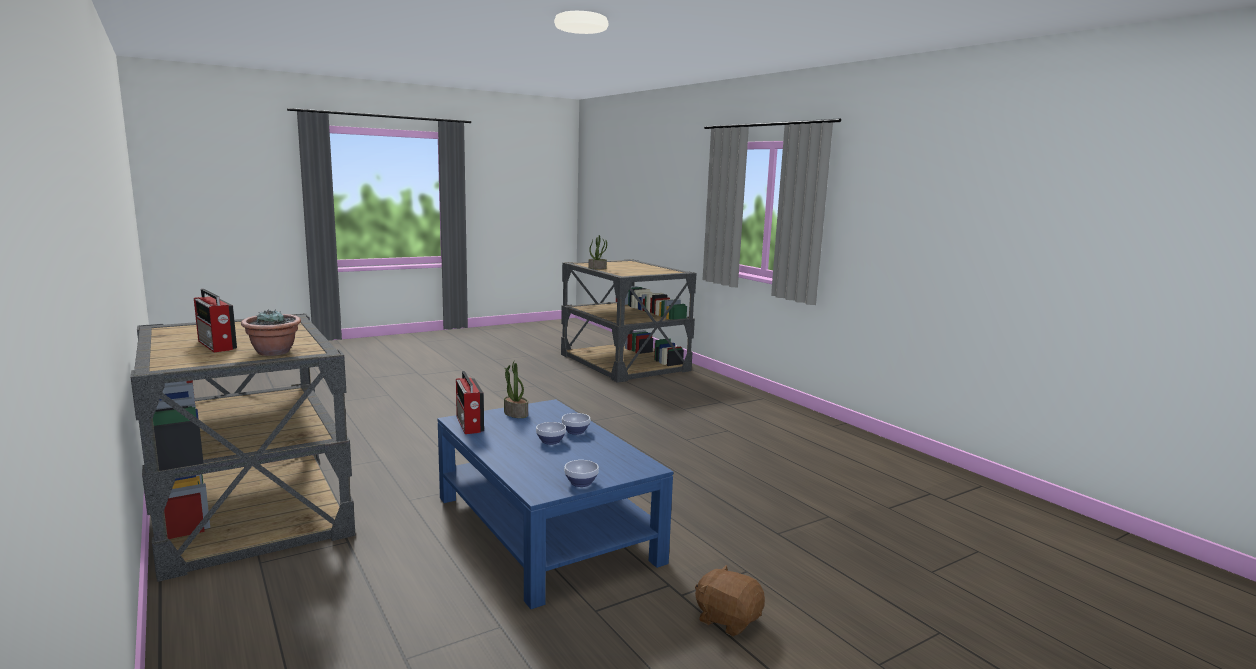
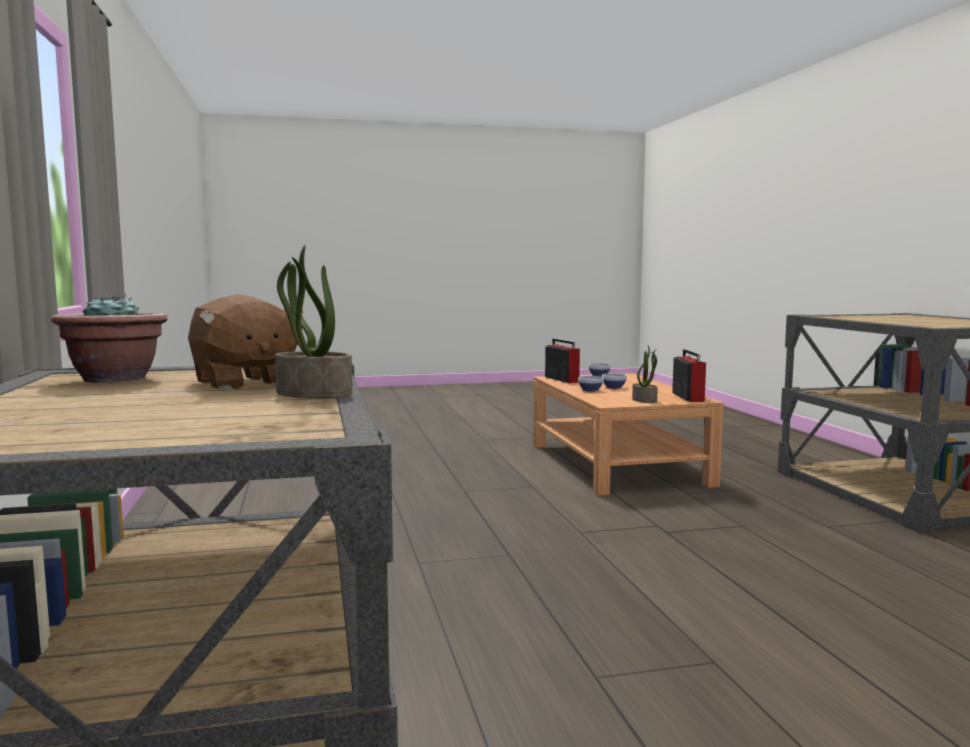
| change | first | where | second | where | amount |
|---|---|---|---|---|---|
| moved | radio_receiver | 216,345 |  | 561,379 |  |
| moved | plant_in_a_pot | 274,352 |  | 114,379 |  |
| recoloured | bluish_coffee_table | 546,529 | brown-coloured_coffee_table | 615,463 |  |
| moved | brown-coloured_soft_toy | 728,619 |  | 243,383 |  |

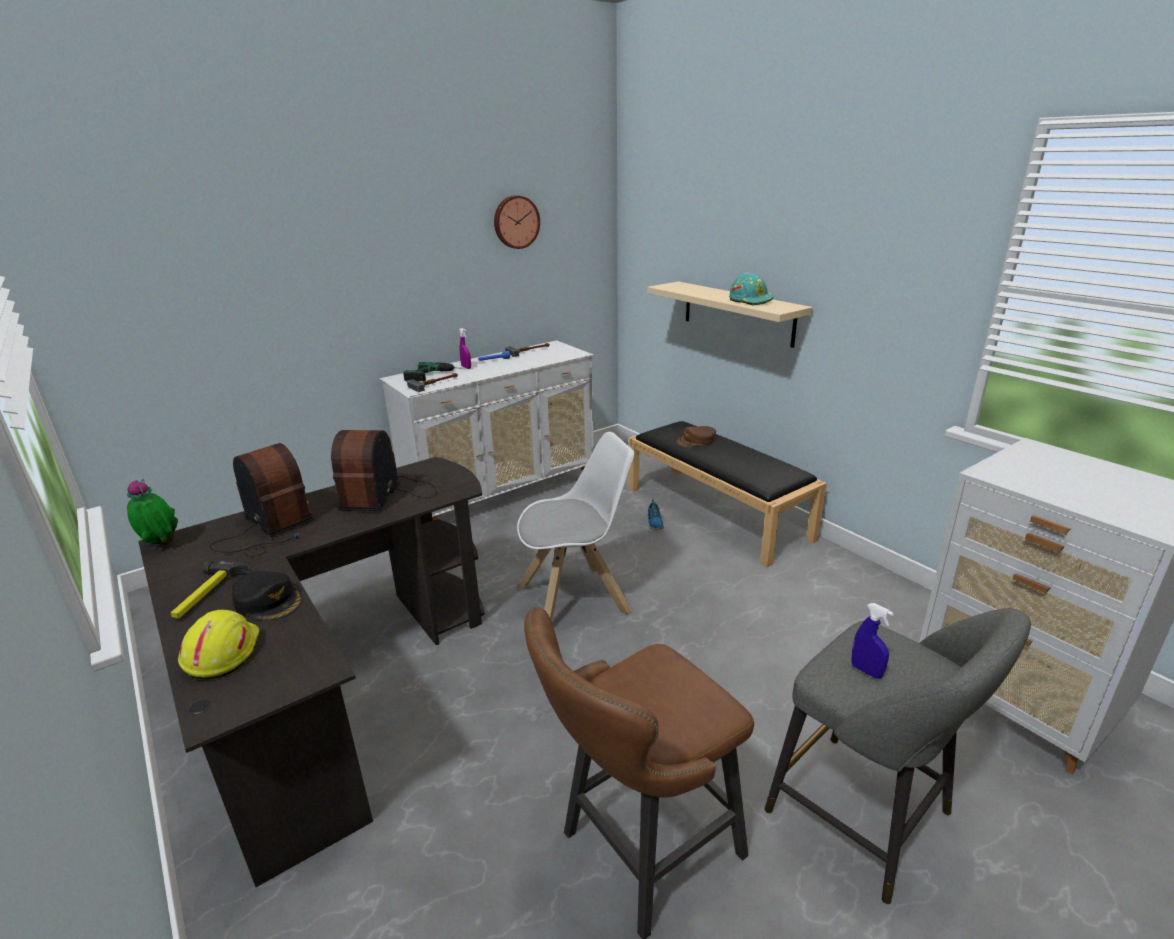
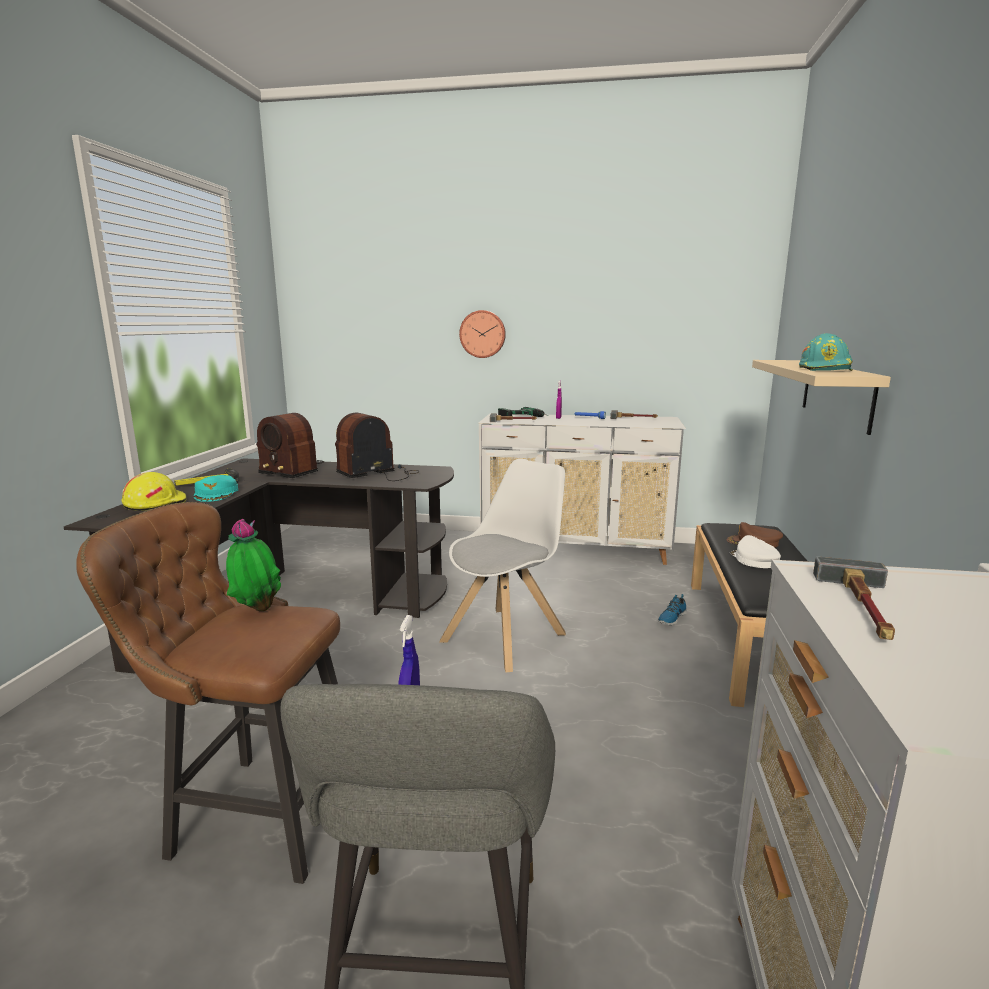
| change | first | where | second | where | amount |
|---|---|---|---|---|---|
| moved | plant_in_a_pot | 161,546 |  | 257,610 |  |
| turned | radio_receiver | 268,529 |  | 291,470 | 120 degrees clockwise |
| recoloured | black_baseball_cap | 268,601 | turquoise_baseball_cap | 216,494 |  |
| moved | clock_on_the_wall | 516,222 |  | 482,334 |  |
| turned | plain_chair | 576,599 |  | 506,636 | 75 degrees counterclockwise |
| added |  |  | white_baseball_cap | 754,559 |  |
| added |  |  | hammer | 863,608 |  |

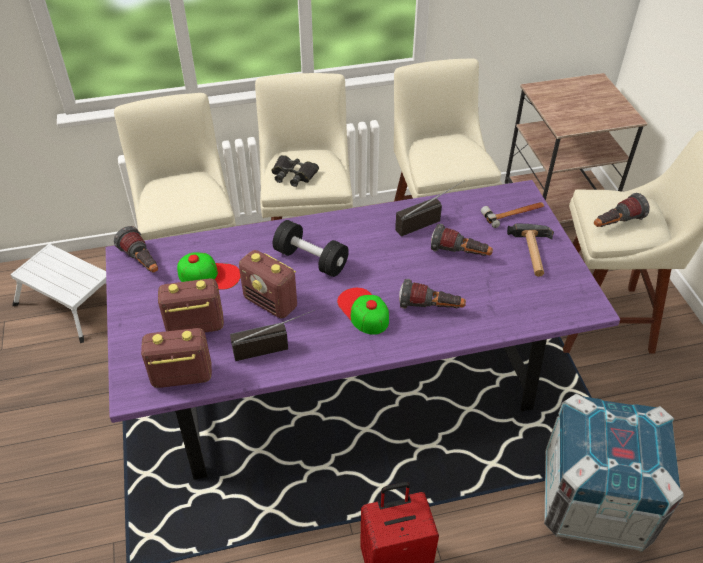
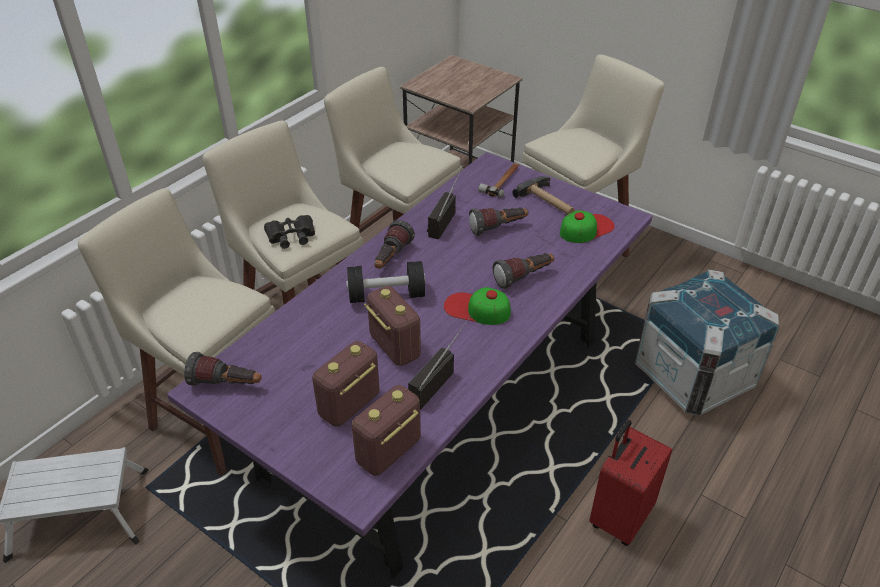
| change | first | where | second | where | amount |
|---|---|---|---|---|---|
| moved | baseball_cap | 209,275 |  | 586,228 |  |
| turned | radio_receiver | 271,303 |  | 394,347 | 120 degrees counterclockwise |
| moved | flashlight | 615,224 |  | 391,258 |  |

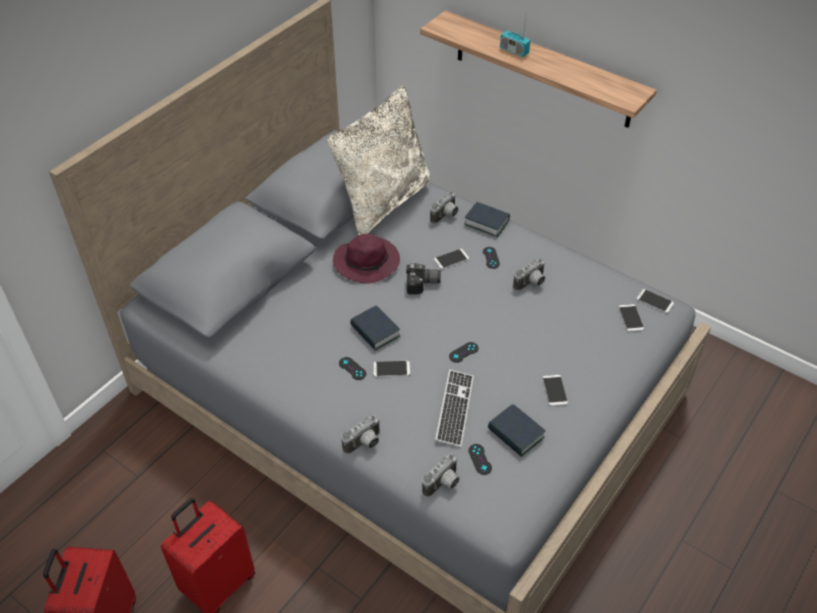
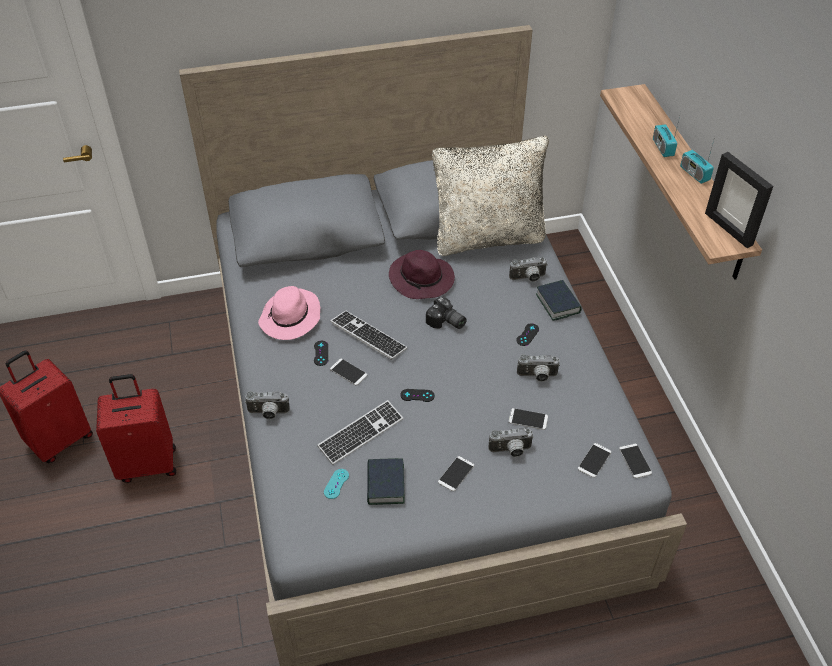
| change | first | where | second | where | amount |
|---|---|---|---|---|---|
| replaced | bound_book | 375,331 | PC_keyboard | 368,336 |  |
| moved | still_camera | 443,485 |  | 510,451 |  |
| moved | telephone | 451,259 |  | 528,419 |  |
| recoloured | black_gamepad | 480,459 | turquoise_gamepad | 336,484 |  |
| added |  |  | pink-coloured_hat | 290,318 |  |
| added |  |  | radio_receiver | 694,174 |  |
| added |  |  | photo_frame | 729,228 |  |

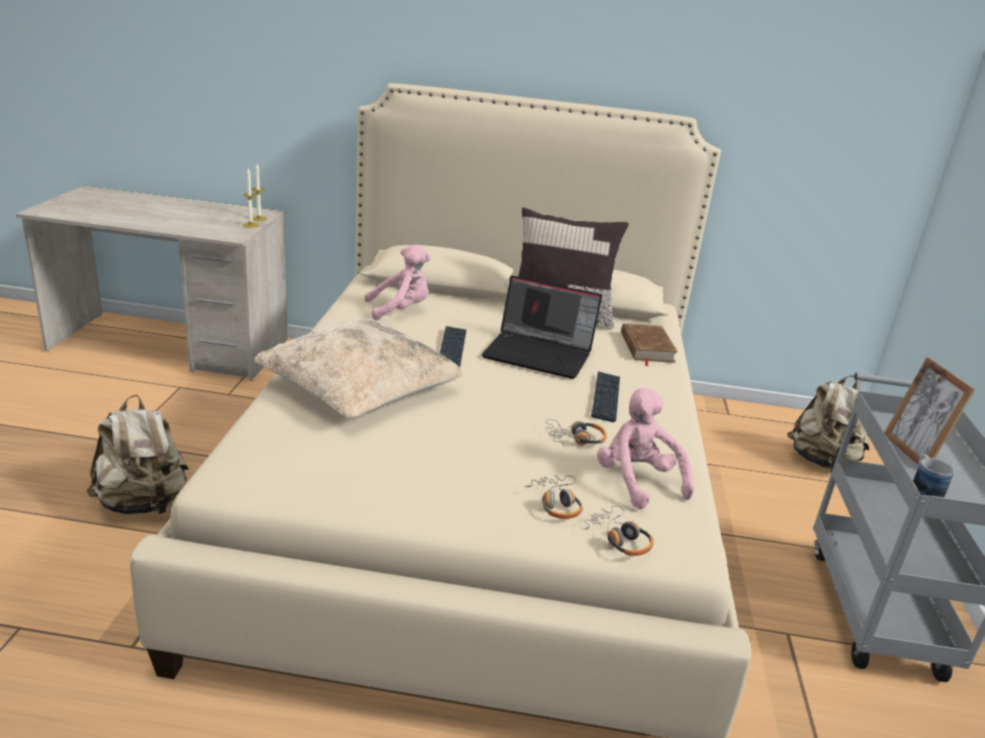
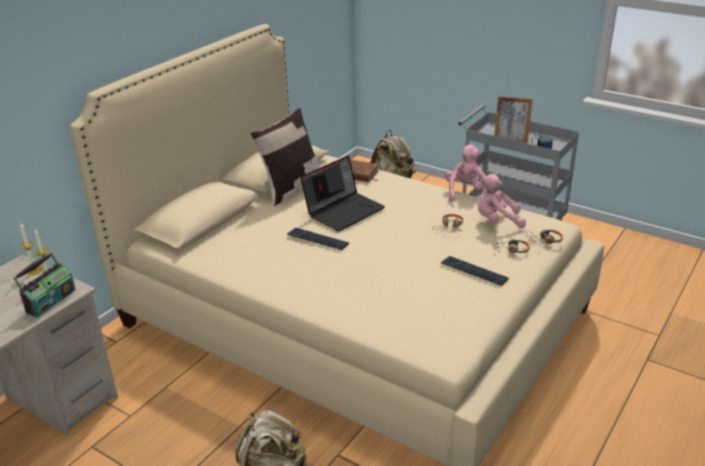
| change | first | where | second | where | amount |
|---|---|---|---|---|---|
| removed | beige-coloured_throw_pillow | 359,387 |  |  |  |
| moved | pink-coloured_soft_toy | 400,310 |  | 466,193 |  |
| moved | PC_keyboard | 605,397 |  | 474,271 |  |
| added |  |  | radio_receiver | 50,301 |  |

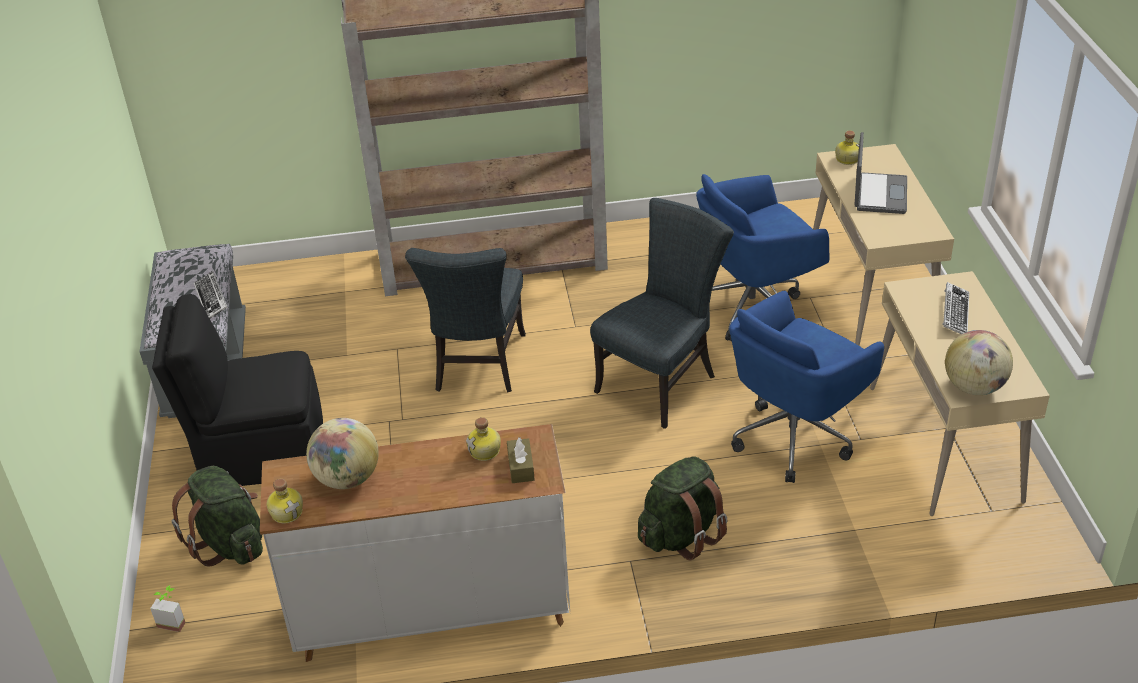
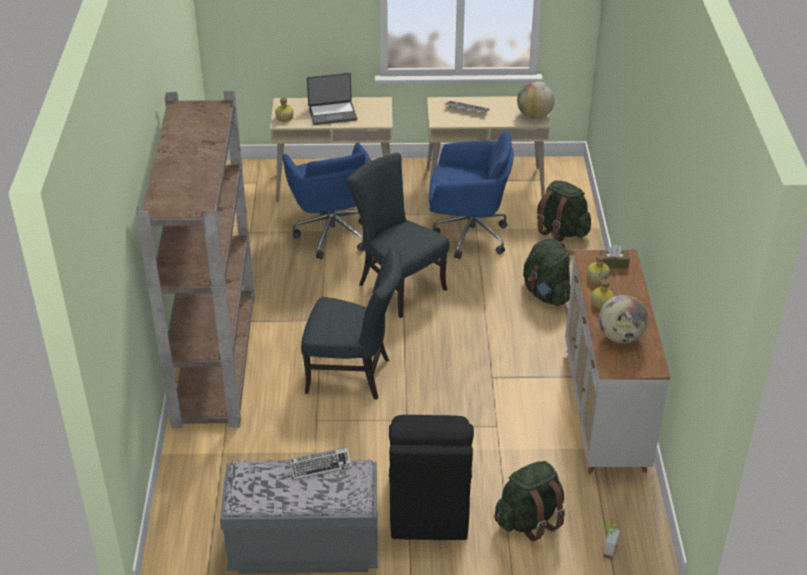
| change | first | where | second | where | amount |
|---|---|---|---|---|---|
| moved | bottle | 287,512 |  | 601,303 |  |
| turned | bluish_desk_chair | 795,437 |  | 467,237 | 45 degrees counterclockwise |
| turned | portable_computer | 879,194 |  | 332,113 | 150 degrees clockwise |
| added |  |  | green_knapsack | 561,230 |  |

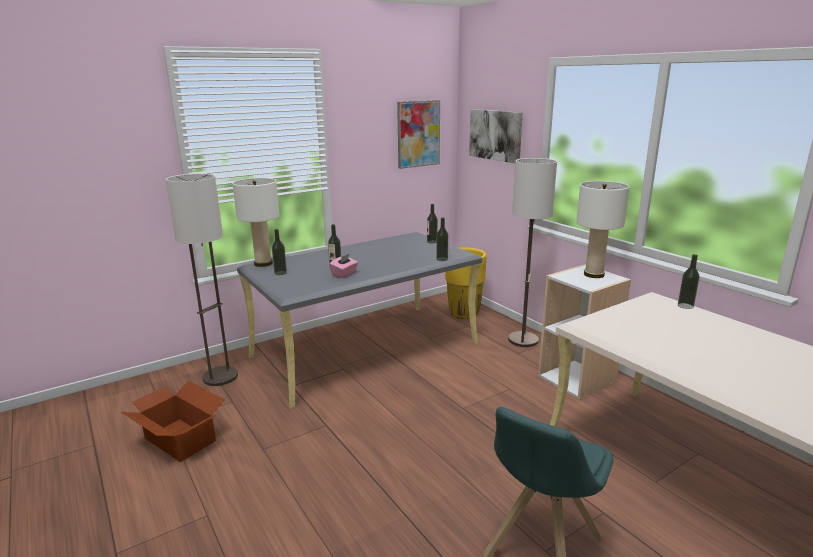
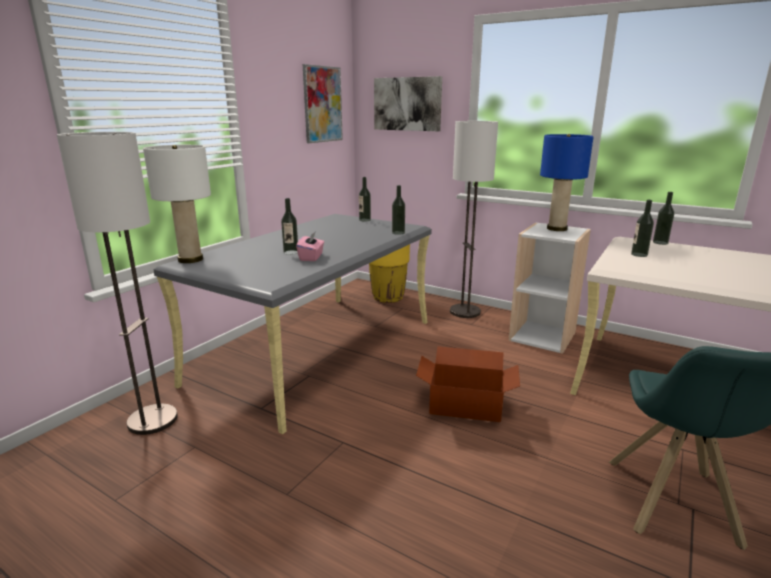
| change | first | where | second | where | amount |
|---|---|---|---|---|---|
| moved | carton | 180,439 |  | 465,405 |  |
| moved | bottle | 280,273 |  | 639,254 |  |
| recoloured | white_tabletop_lamp | 593,275 | bluish_tabletop_lamp | 556,229 |  |

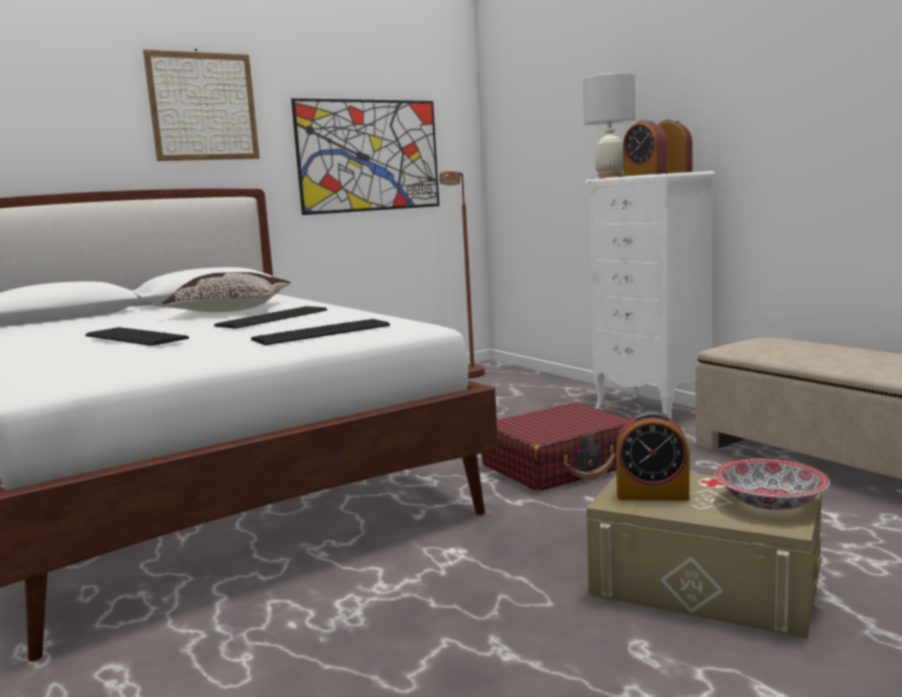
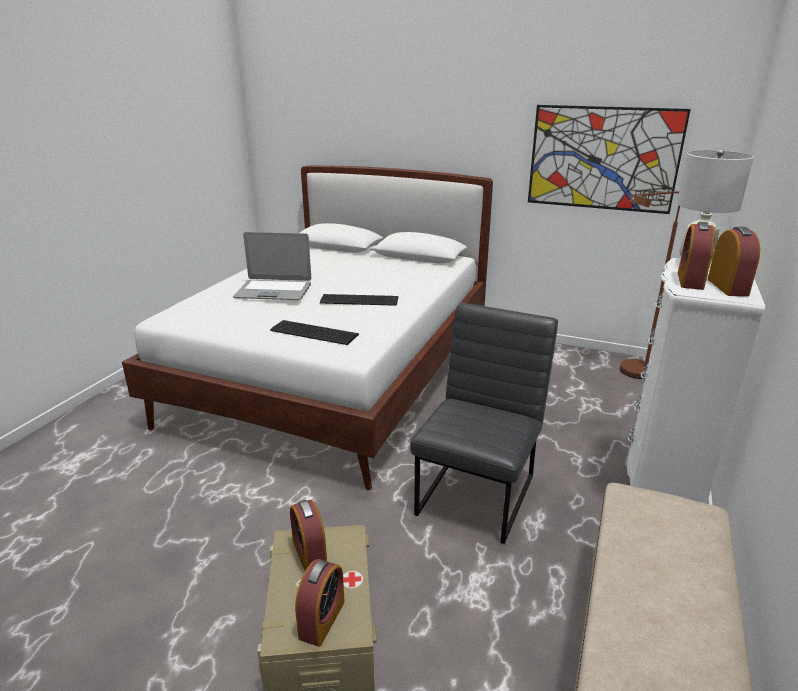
| change | first | where | second | where | amount |
|---|---|---|---|---|---|
| replaced | PC_keyboard | 136,336 | portable_computer | 274,291 |  |
| removed | picture | 203,105 |  |  |  |
| removed | throw_pillow | 232,310 |  |  |  |
| replaced | red_piece_of_luggage | 559,465 | grey_plain_chair | 478,492 |  |
| replaced | bowl | 769,503 | alarm_clock | 322,619 |  |

